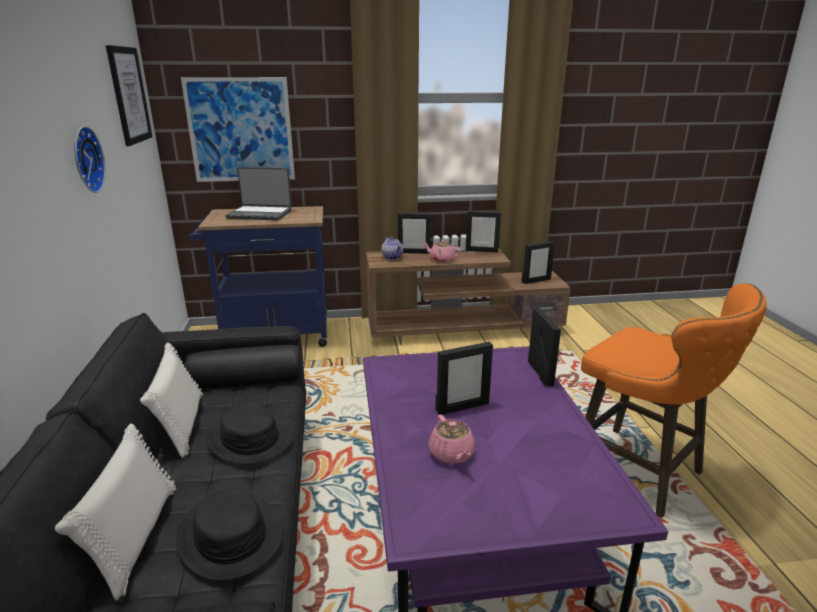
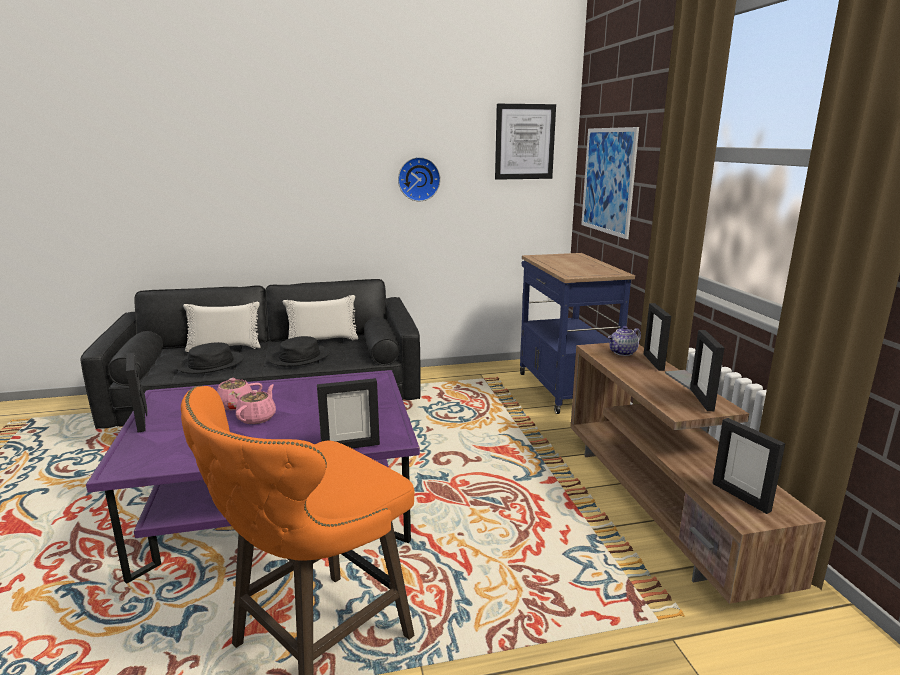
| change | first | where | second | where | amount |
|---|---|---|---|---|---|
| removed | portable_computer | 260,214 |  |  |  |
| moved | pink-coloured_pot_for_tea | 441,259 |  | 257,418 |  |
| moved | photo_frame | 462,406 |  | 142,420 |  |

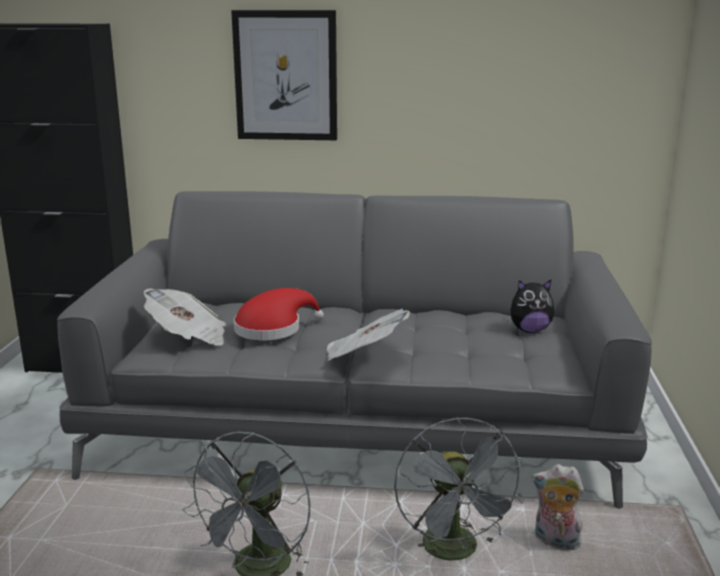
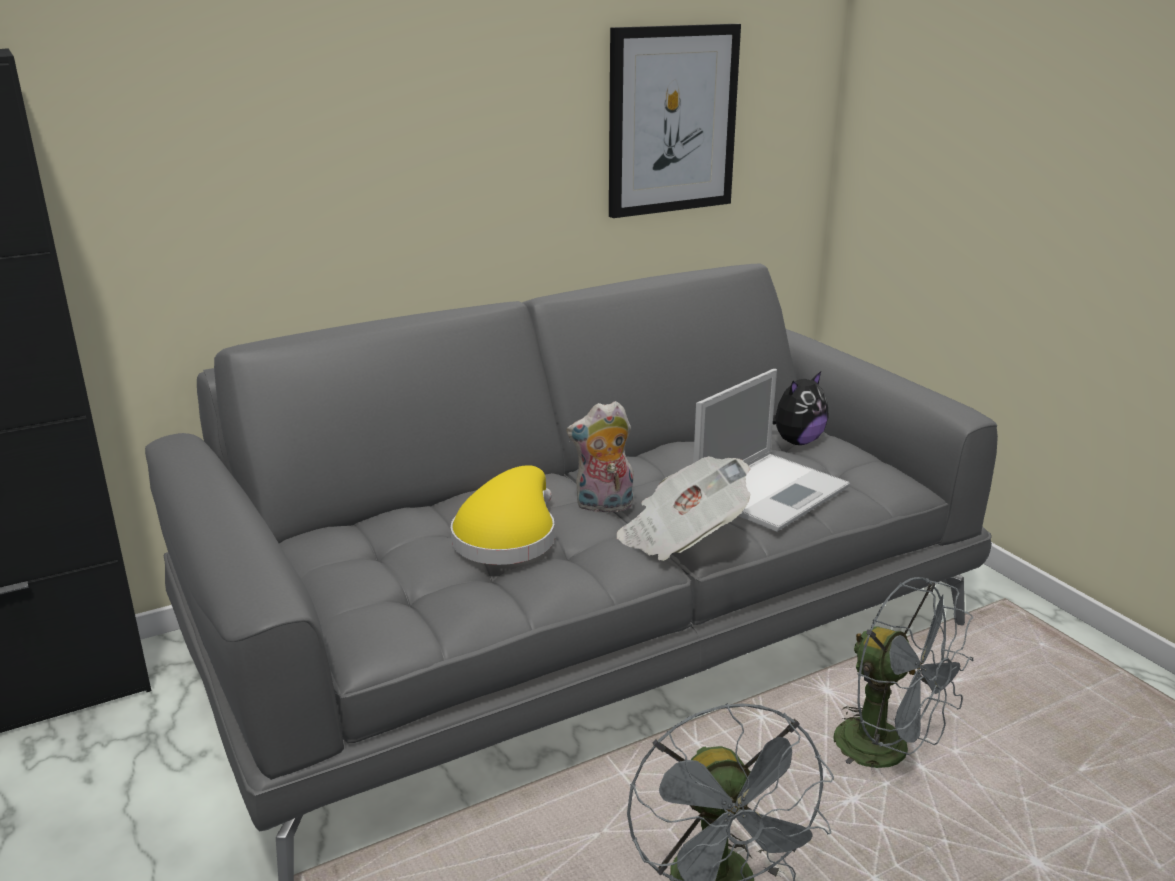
| change | first | where | second | where | amount |
|---|---|---|---|---|---|
| removed | daily_paper | 188,337 |  |  |  |
| moved | picture | 286,76 |  | 671,120 |  |
| recoloured | red_hat | 273,328 | yellow-coloured_hat | 507,536 |  |
| moved | soft_toy | 555,542 |  | 603,507 |  |
| added |  |  | portable_computer | 772,491 |  |

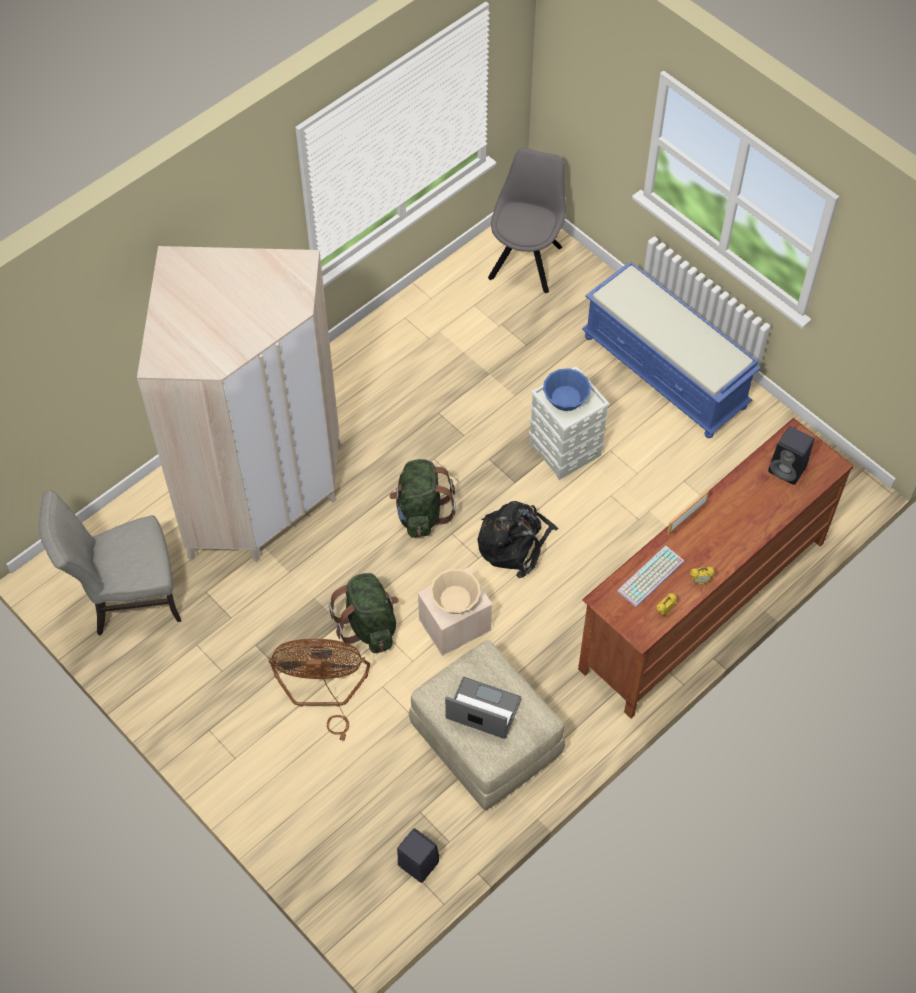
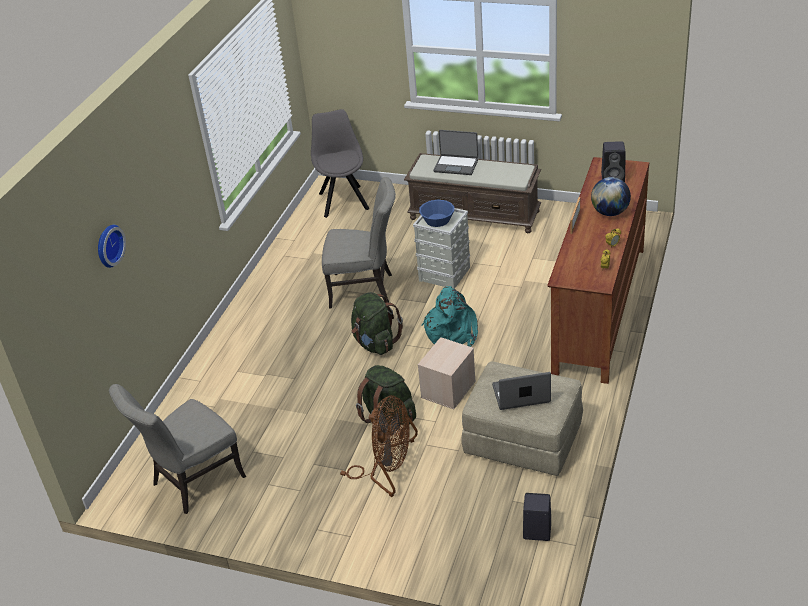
| change | first | where | second | where | amount |
|---|---|---|---|---|---|
| removed | beige-coloured_armoire | 259,494 |  |  |  |
| turned | brown-coloured_fan | 324,693 |  | 386,467 | 135 degrees clockwise |
| removed | beige-coloured_bowl | 455,599 |  |  |  |
| recoloured | black_knapsack | 514,543 | turquoise_knapsack | 452,331 |  |
| recoloured | bluish_long_seat | 666,371 | brown-coloured_long_seat | 475,215 |  |
| removed | PC_keyboard | 651,578 |  |  |  |
| added |  |  | clock_on_the_wall | 108,245 |  |
| added |  |  | grey_plain_chair | 365,289 |  |
| added |  |  | portable_computer | 456,165 |  |
| added |  |  | desk_globe | 610,212 |  |

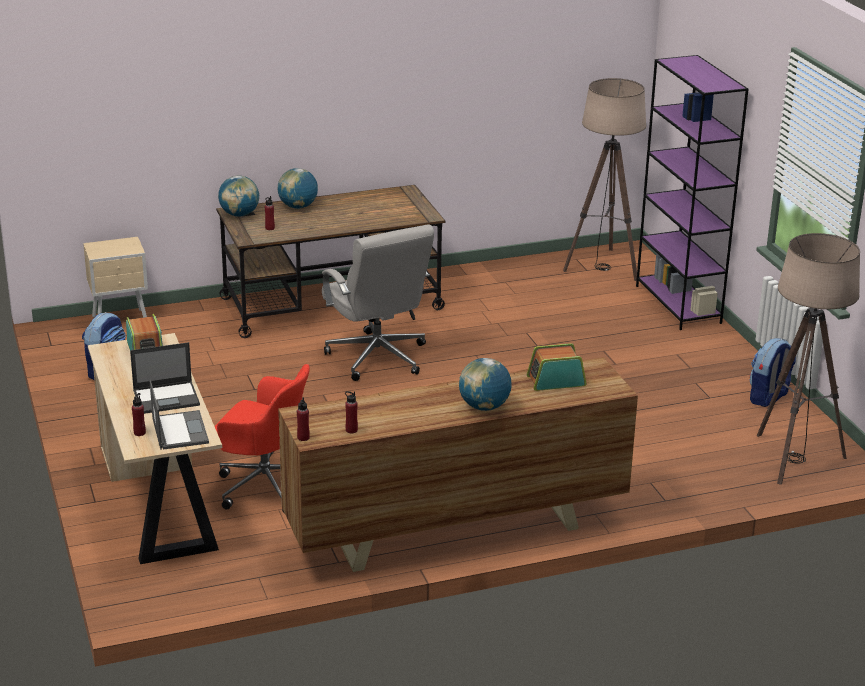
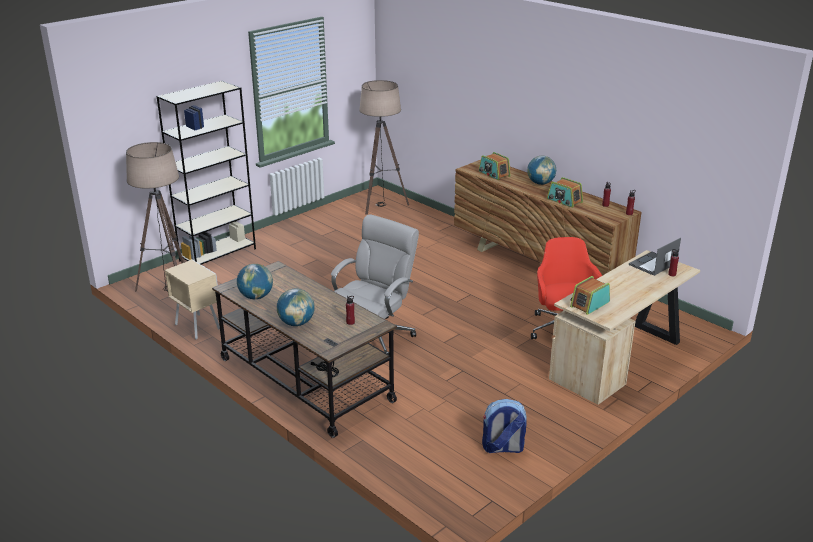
| change | first | where | second | where | amount |
|---|---|---|---|---|---|
| moved | beige-coloured_night_table | 121,321 |  | 197,326 |  |
| removed | portable_computer | 167,398 |  |  |  |
| moved | desk_globe | 239,214 |  | 256,297 |  |
| recoloured | purplish_bookcase | 678,304 | beige-coloured_bookcase | 218,254 |  |
| removed | knapsack | 768,398 |  |  |  |
| added |  |  | radio_receiver | 564,201 |  |

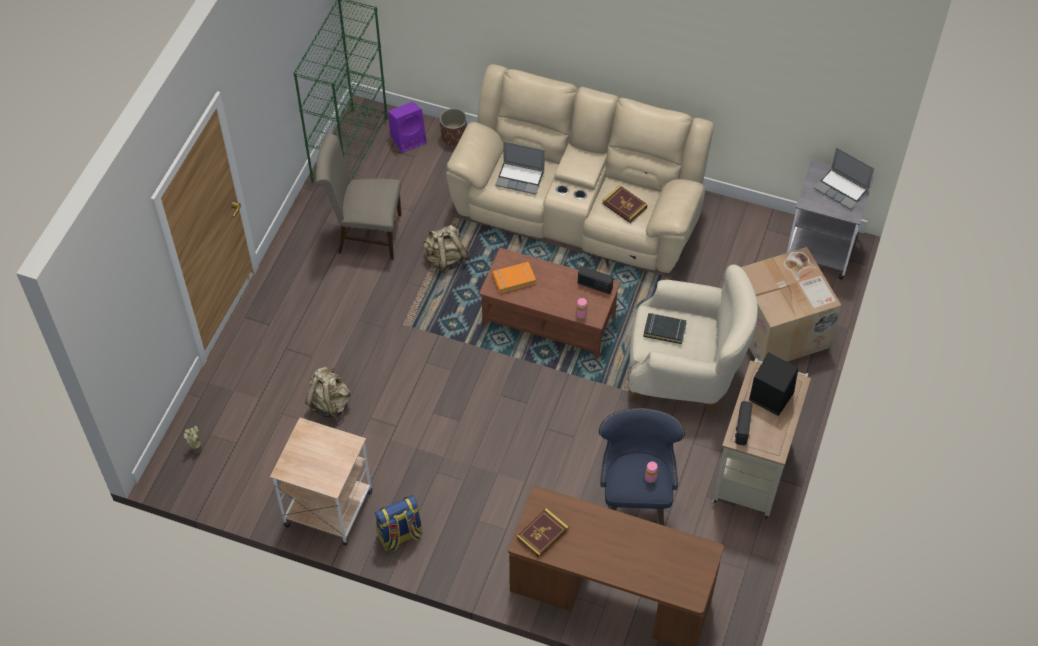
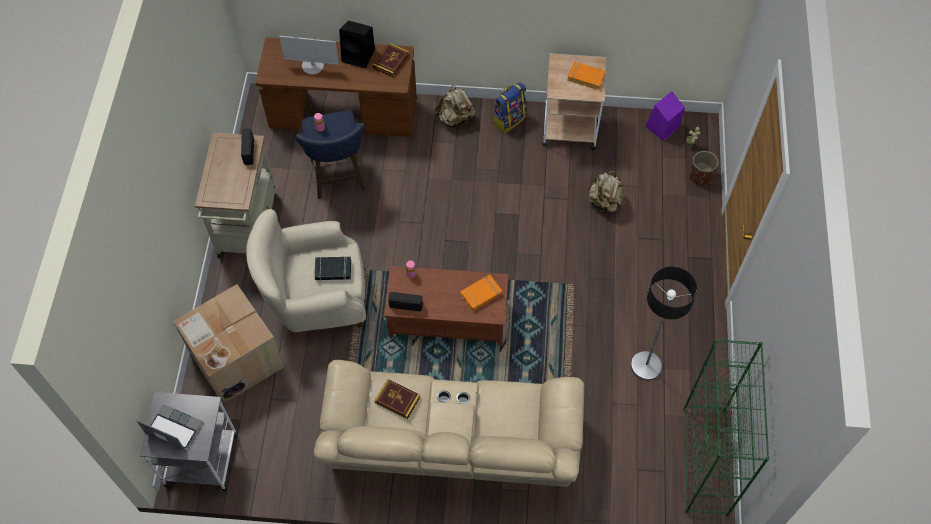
| change | first | where | second | where | amount |
|---|---|---|---|---|---|
| replaced | beige-coloured_plain_chair | 364,234 | standard_lamp | 646,366 |  |
| moved | purplish_speaker | 409,138 |  | 662,127 |  |
| moved | beige-coloured_knapsack | 445,259 |  | 455,119 |  |
| moved | brown-coloured_plant_pot | 454,137 |  | 700,176 |  |
| removed | portable_computer | 520,178 |  |  |  |
| moved | black_speaker | 770,396 |  | 359,55 |  |
| added |  |  | computer_screen | 313,66 |  |
| added |  |  | orangey_bound_book | 586,77 |  |

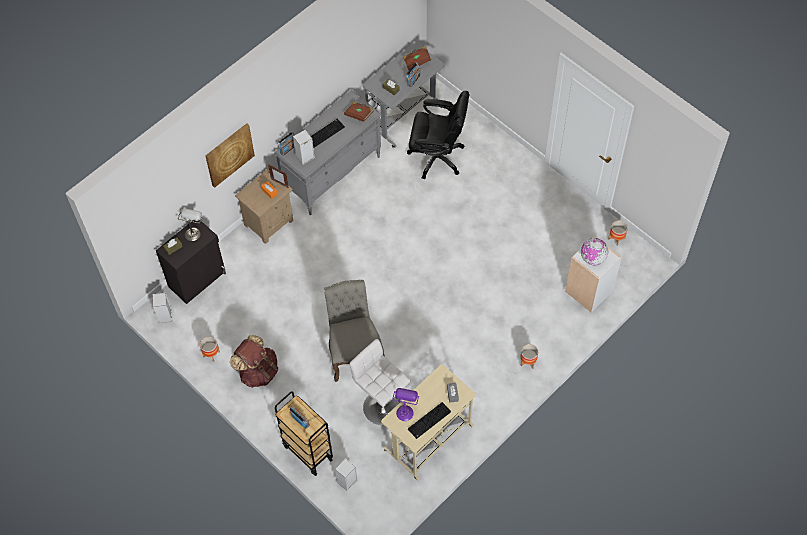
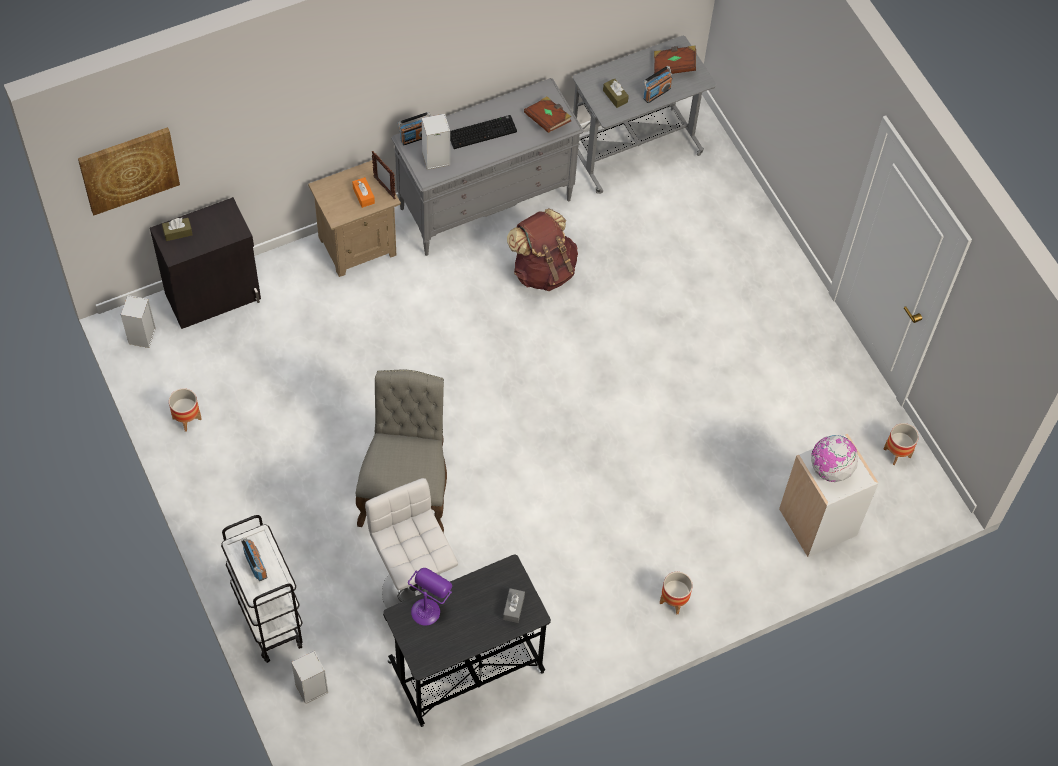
| change | first | where | second | where | amount |
|---|---|---|---|---|---|
| removed | white_tabletop_lamp | 193,231 |  |  |  |
| moved | picture | 229,154 |  | 129,169 |  |
| moved | brown-coloured_knapsack | 258,371 |  | 543,269 |  |
| recoloured | brown-coloured_trolley | 307,453 | white_trolley | 268,623 |  |
| recoloured | beige-coloured_desk_table | 428,438 | black_desk_table | 466,667 |  |
| removed | black_desk_chair | 437,157 |  |  |  |
| removed | PC_keyboard | 429,421 |  |  |  |

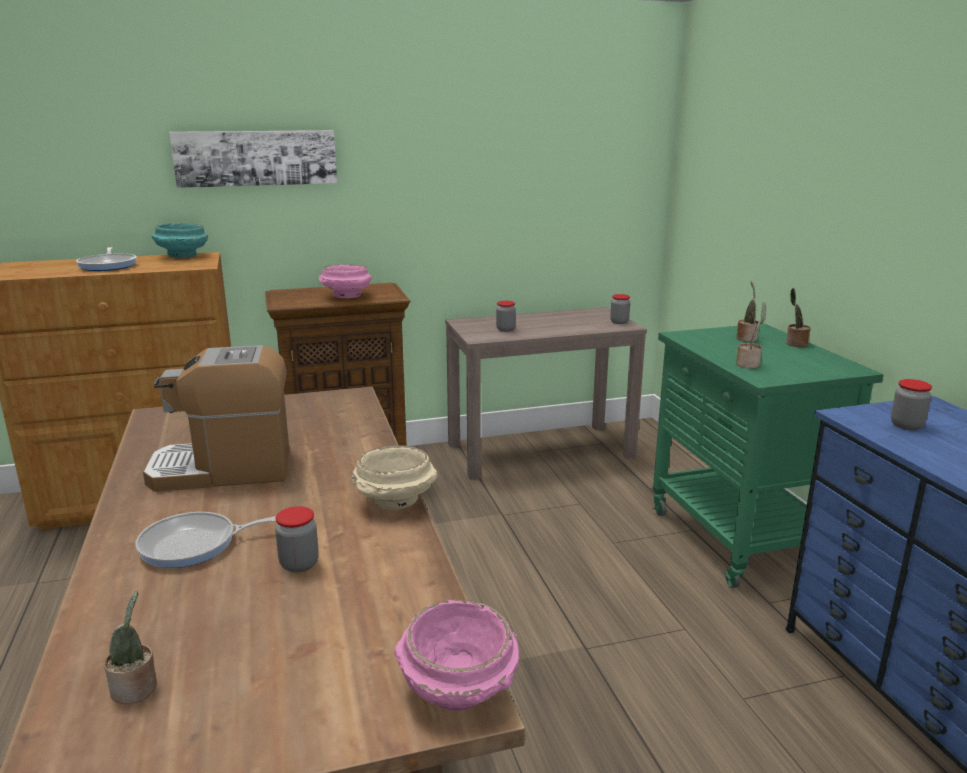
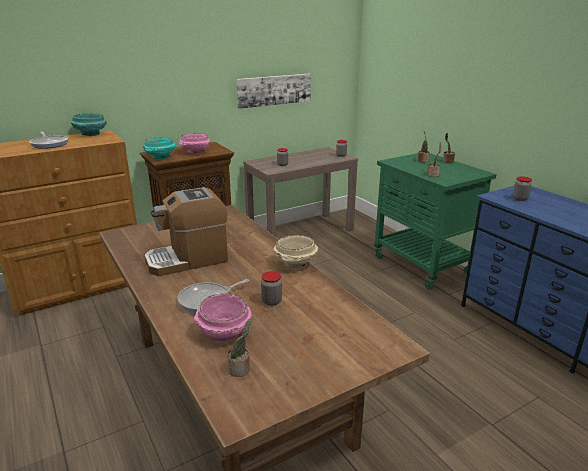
| change | first | where | second | where | amount |
|---|---|---|---|---|---|
| moved | picture | 256,158 |  | 274,90 |  |
| moved | pink-coloured_bowl | 459,688 |  | 224,332 |  |
| added |  |  | turquoise_bowl | 160,157 |  |

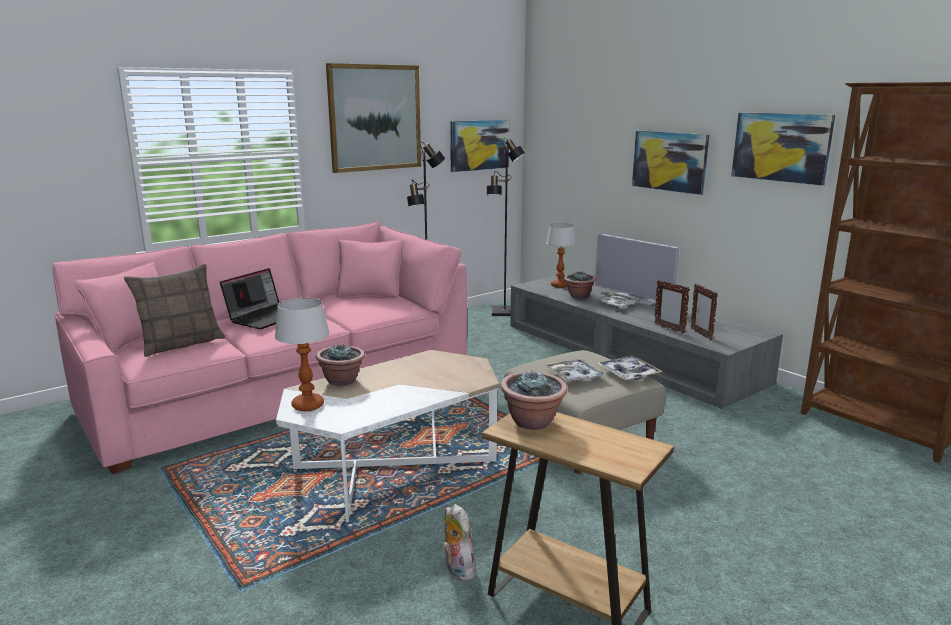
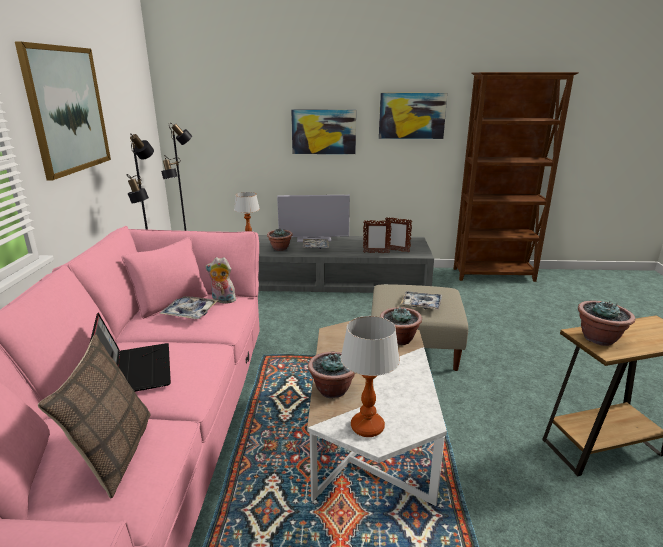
| change | first | where | second | where | amount |
|---|---|---|---|---|---|
| moved | soft_toy | 457,569 |  | 222,301 |  |
| removed | picture | 479,145 |  |  |  |
| moved | tray | 628,373 |  | 189,312 |  |
| added |  |  | plant_in_a_pot | 399,339 |  |

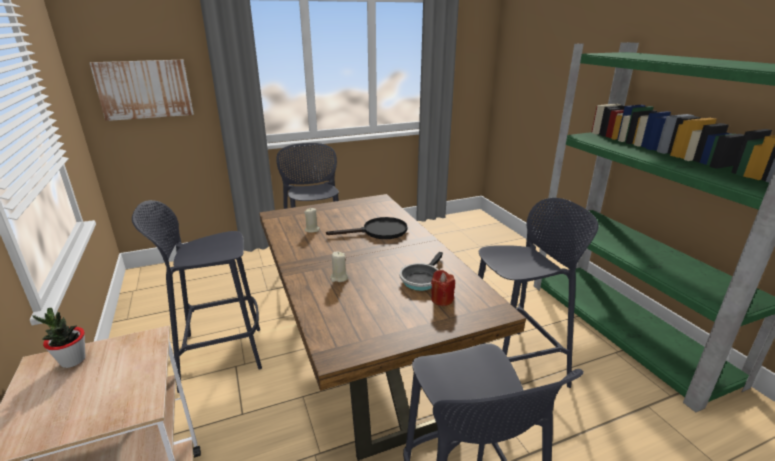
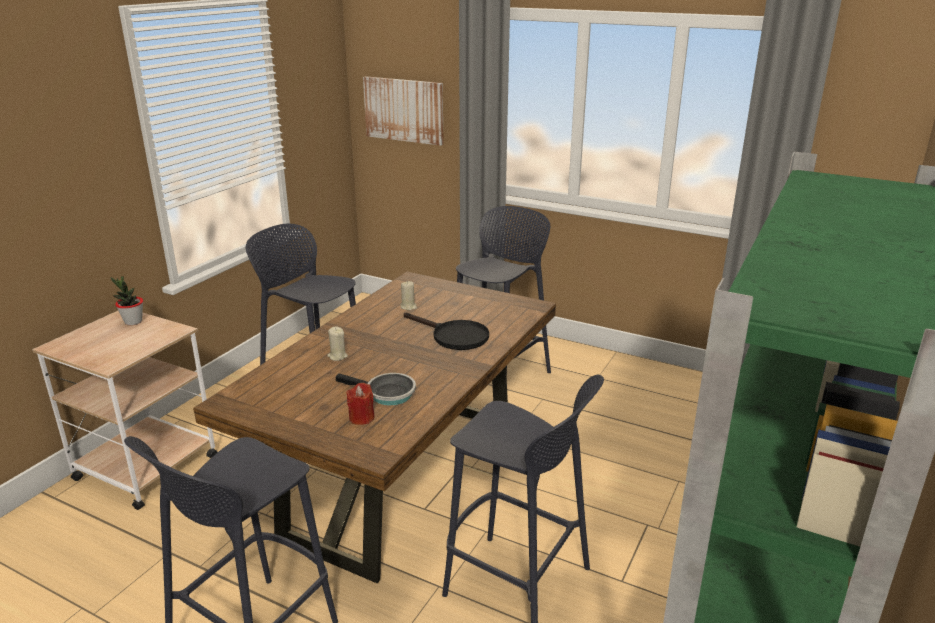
| change | first | where | second | where | amount |
|---|---|---|---|---|---|
| turned | pan | 421,279 |  | 386,394 | 150 degrees counterclockwise |

